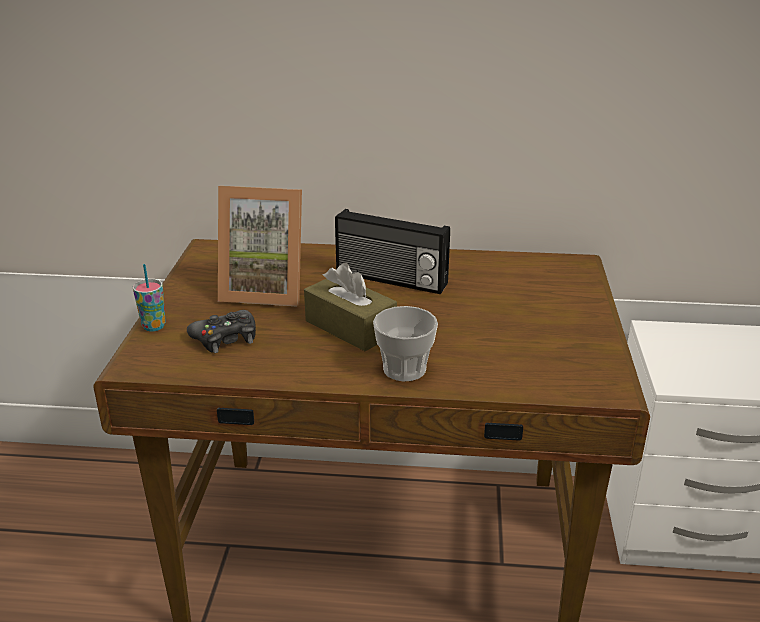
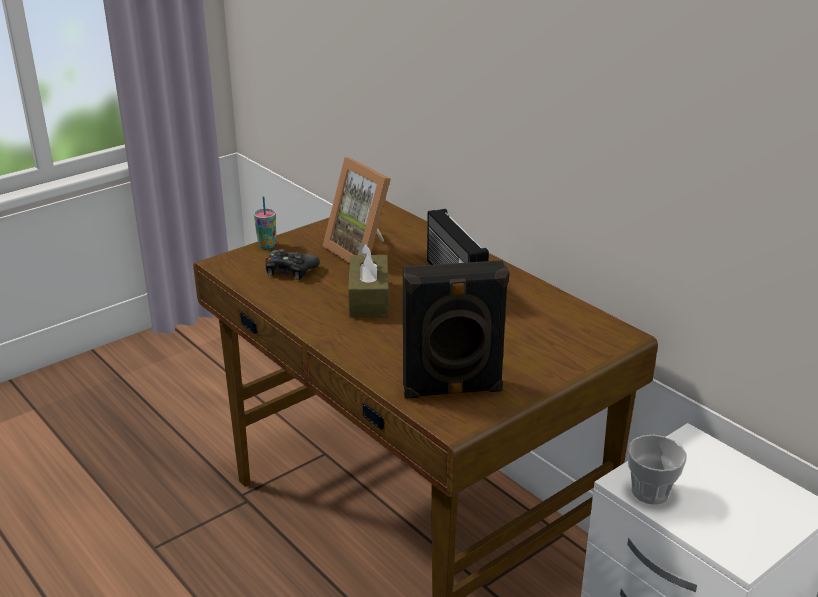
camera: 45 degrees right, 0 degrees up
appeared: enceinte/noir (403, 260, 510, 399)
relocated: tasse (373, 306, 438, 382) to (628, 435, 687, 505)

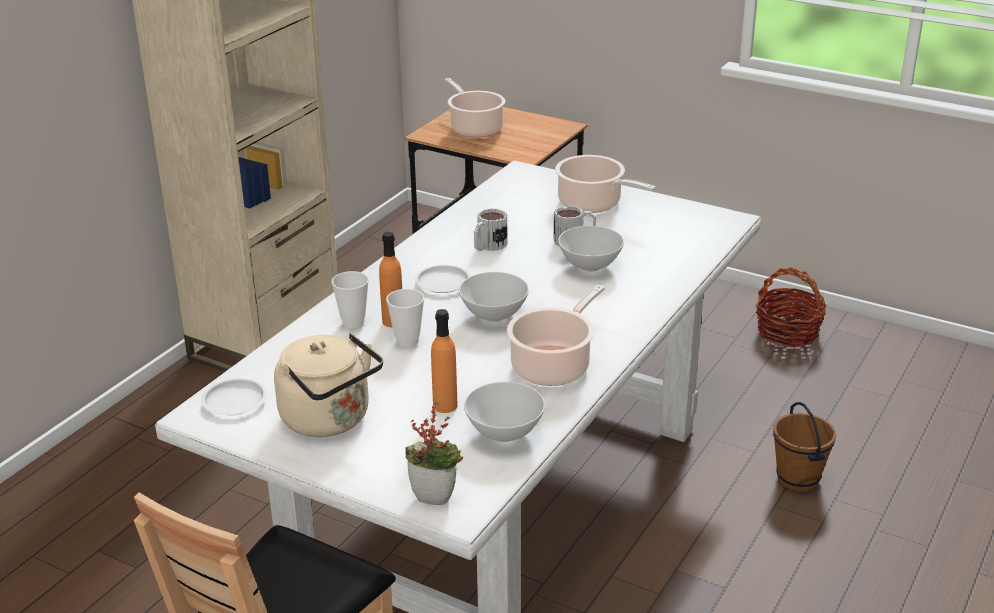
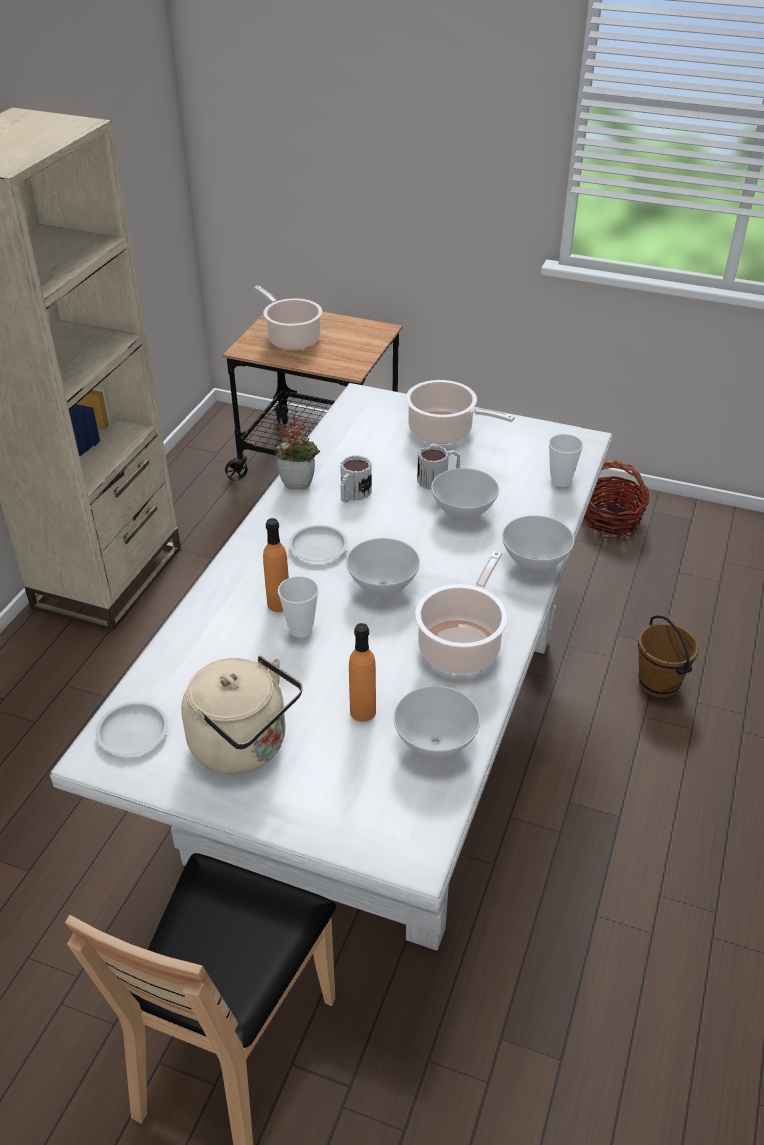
camera: 10 degrees left, 10 degrees up
appeared: bol/blanc (502, 515, 574, 570)
relocated: plante en pot (405, 402, 463, 505) to (275, 411, 320, 490); tasse (331, 271, 369, 328) to (549, 434, 583, 487)

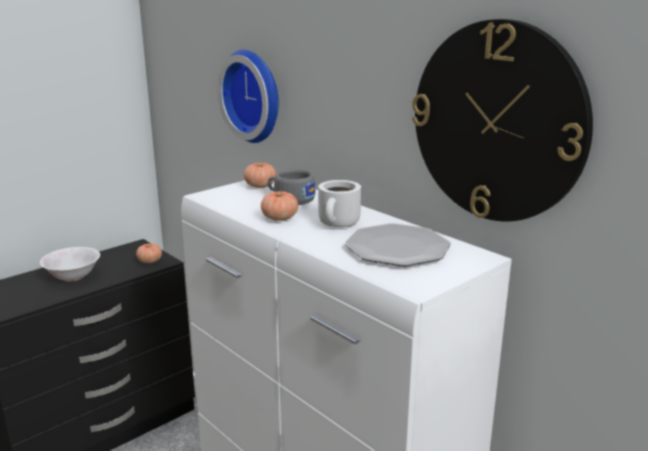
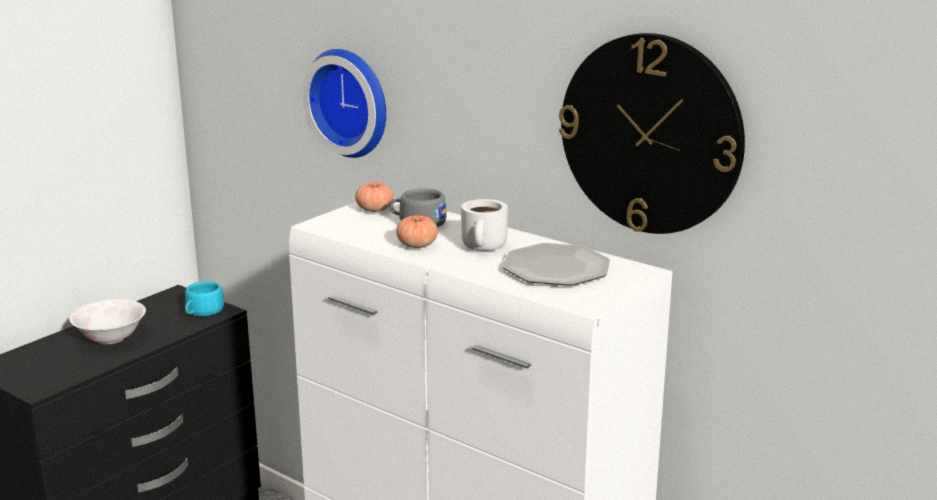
camera: 10 degrees left, 0 degrees up
exchanged: tomate (136, 243, 162, 263) to tasse/turquoise (185, 281, 224, 316)

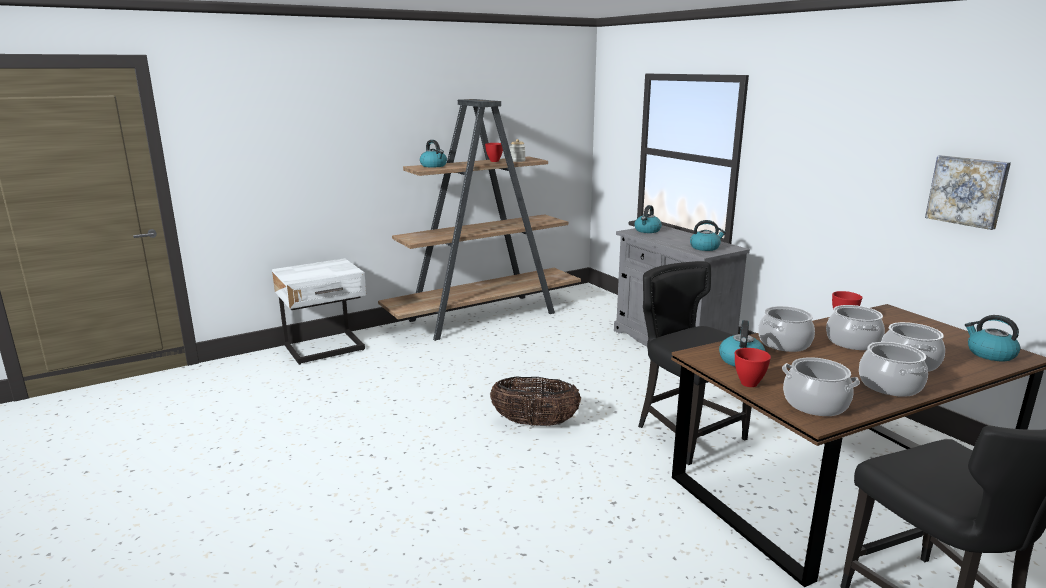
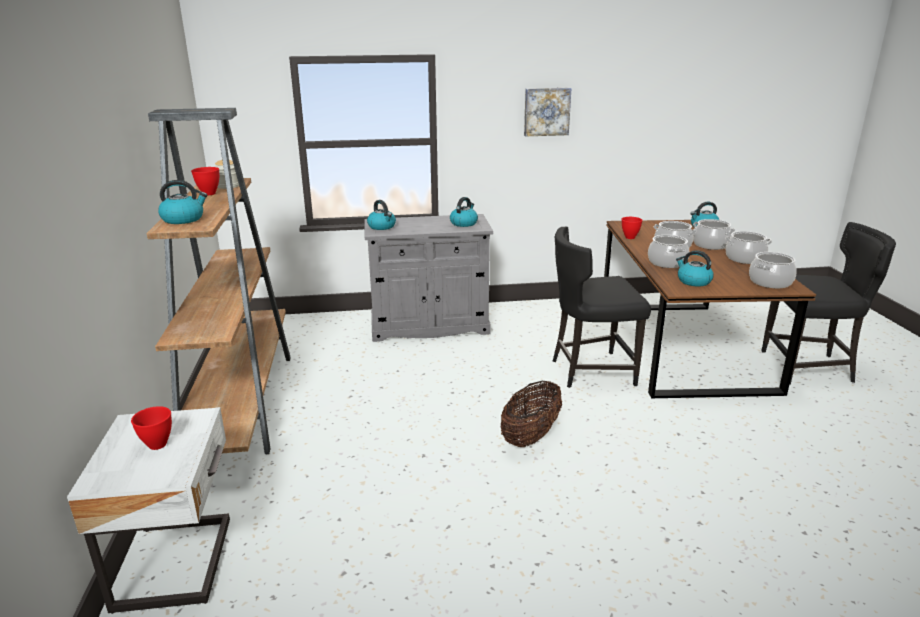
camera: 65 degrees left, 5 degrees up
relocated: bol/rouge (735, 348, 771, 387) to (131, 406, 172, 450); tableau (925, 155, 1011, 230) to (524, 88, 571, 136)

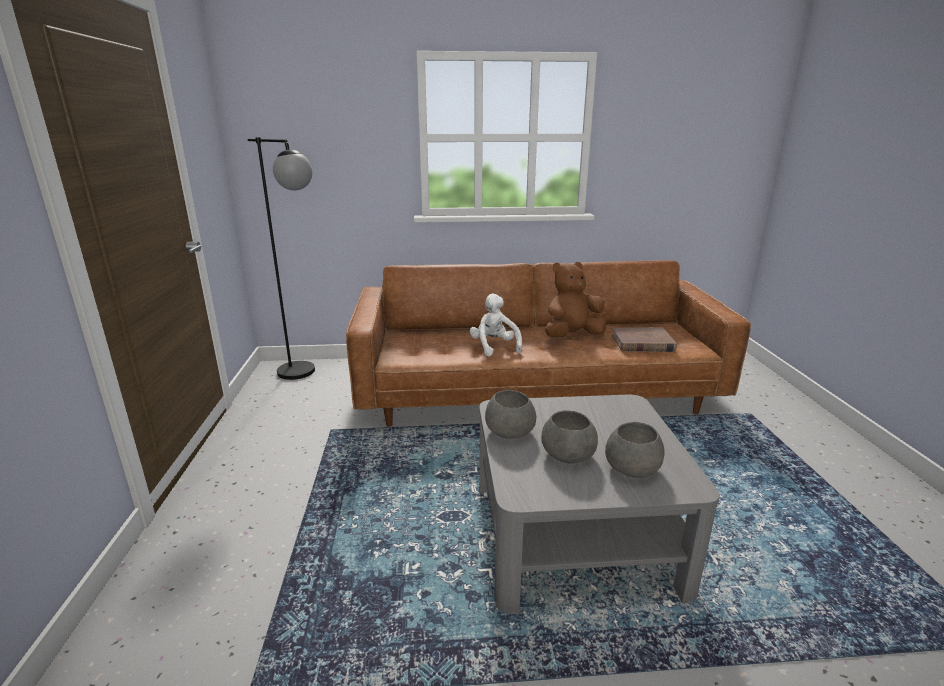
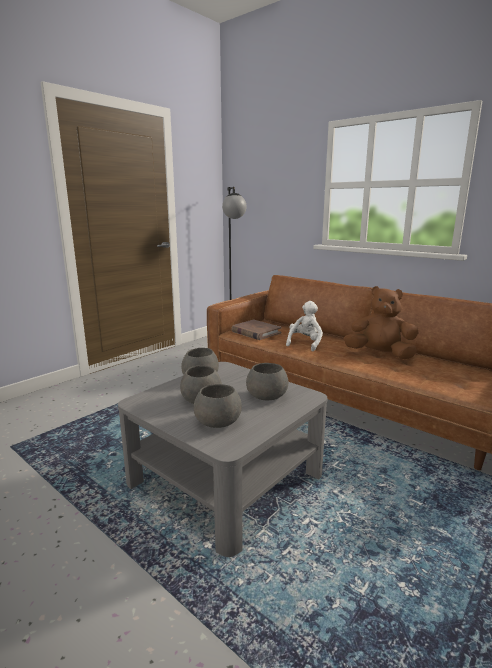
camera: 45 degrees right, 5 degrees down
appeared: bol/gris (246, 363, 288, 400)
relocated: livre/marron (612, 327, 677, 352) to (231, 320, 282, 340)

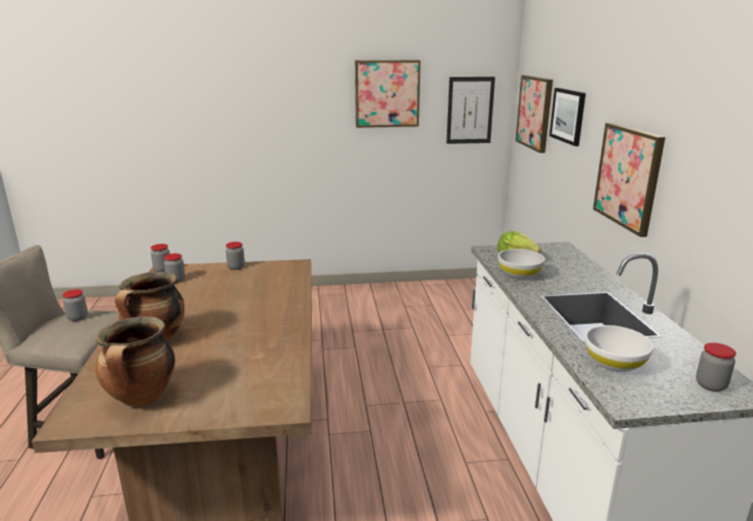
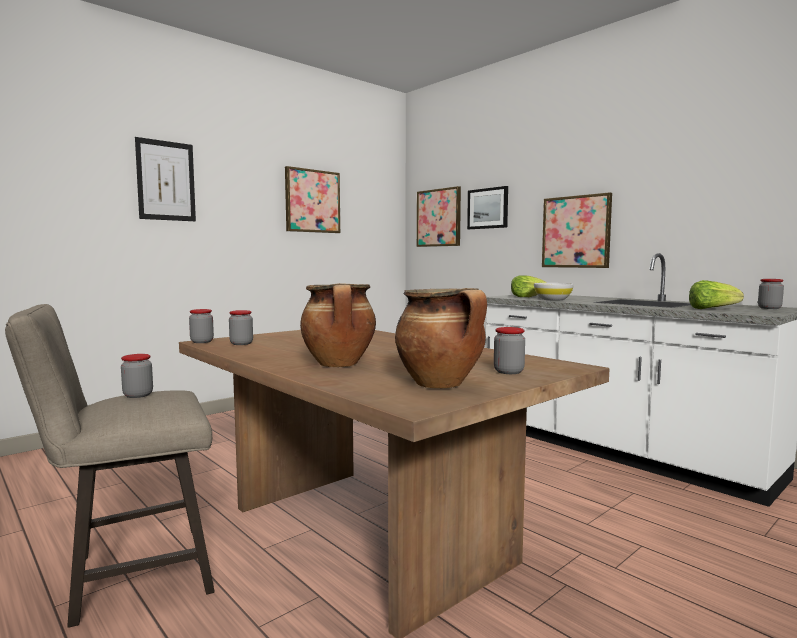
camera: 35 degrees left, 15 degrees down
relocated: tableau (446, 77, 495, 144) to (135, 137, 196, 221); bocal (226, 242, 245, 270) to (494, 327, 525, 374)
exchanged: bol/blanc (585, 325, 653, 372) to laitue (689, 280, 744, 309)

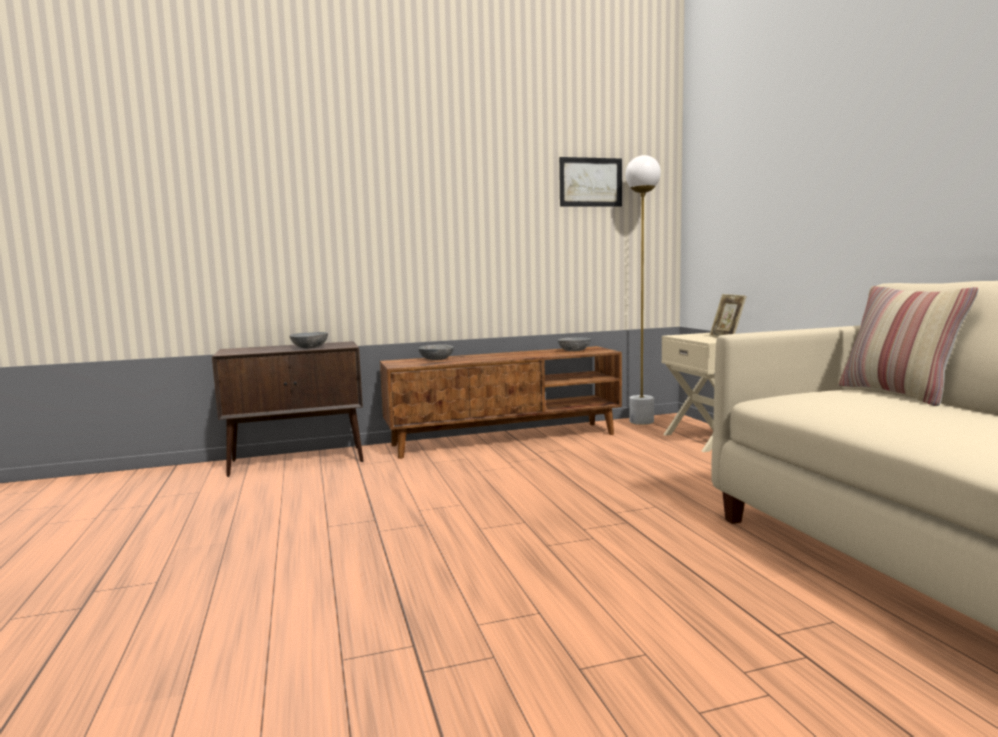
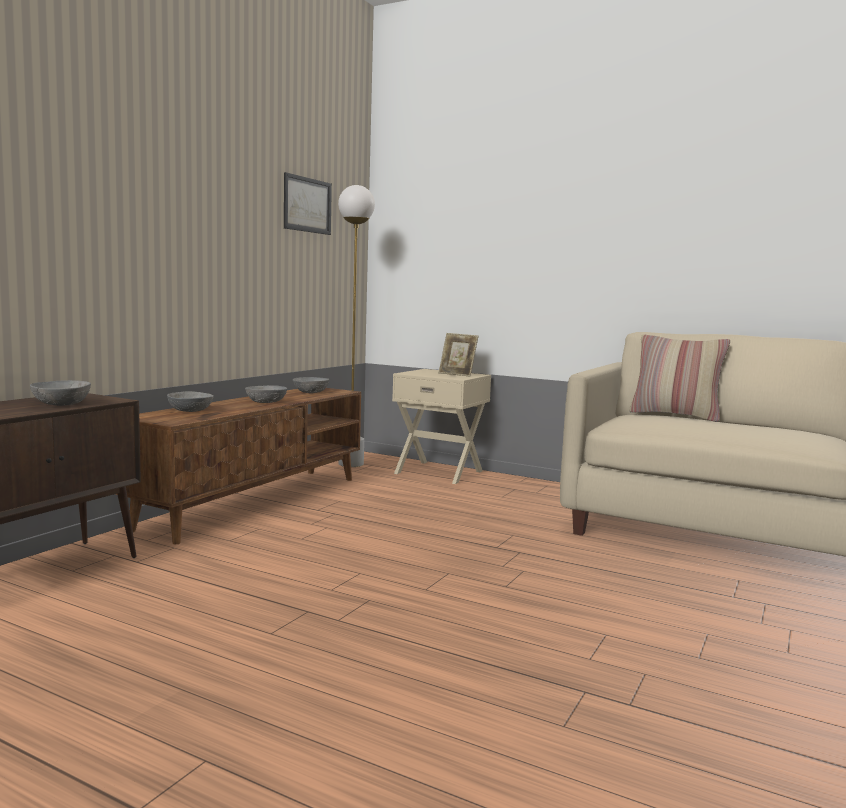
camera: 45 degrees left, 0 degrees up
appeared: bol/gris (245, 385, 287, 403)

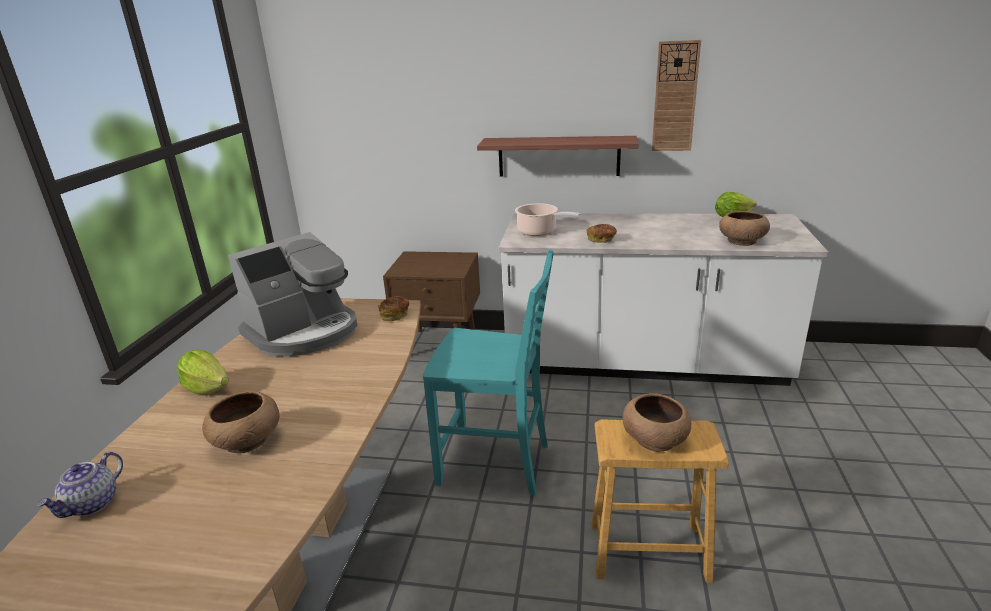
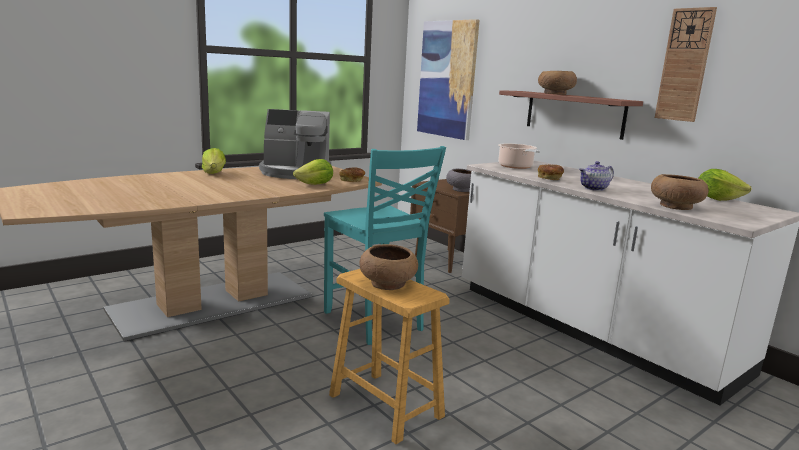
camera: 40 degrees right, 10 degrees down
appeared: laitue (293, 159, 333, 185); tableau (417, 19, 480, 140); bol/gris (446, 169, 471, 192)
relocated: bol/marron (202, 391, 279, 453) to (538, 71, 577, 95); théière (37, 452, 123, 518) to (579, 161, 614, 191)

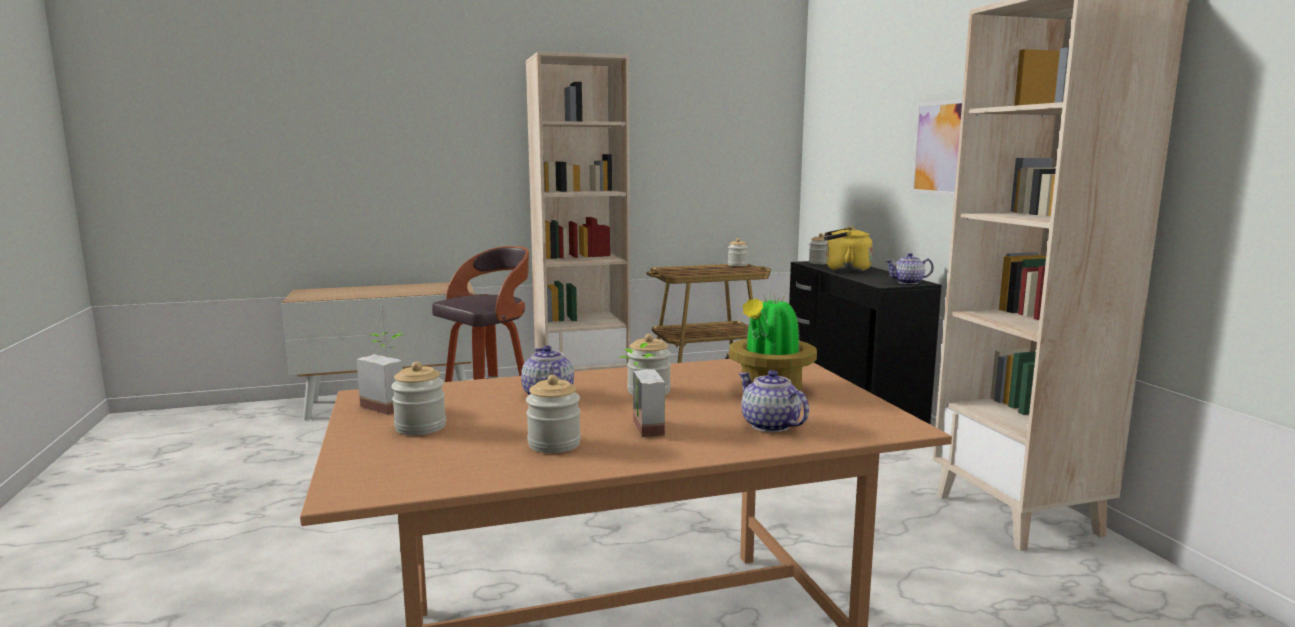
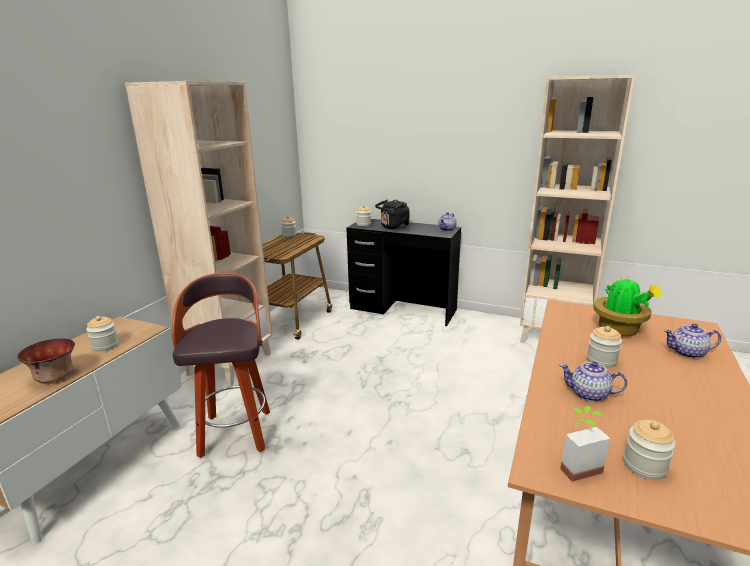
camera: 50 degrees left, 10 degrees up
missing: plante en pot (618, 343, 665, 437); tableau (911, 99, 962, 196)
appeared: bol (17, 338, 75, 383)
relocated: bocal (526, 375, 581, 453) to (86, 316, 119, 352)
colour: bouilloire/jaune (824, 227, 873, 272) to bouilloire/noir (375, 199, 409, 229)

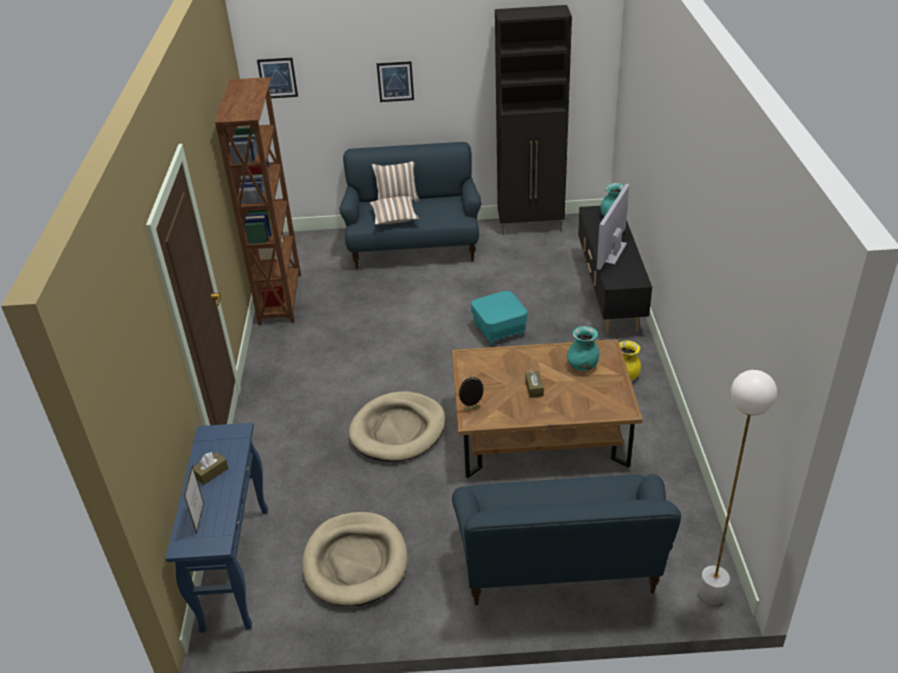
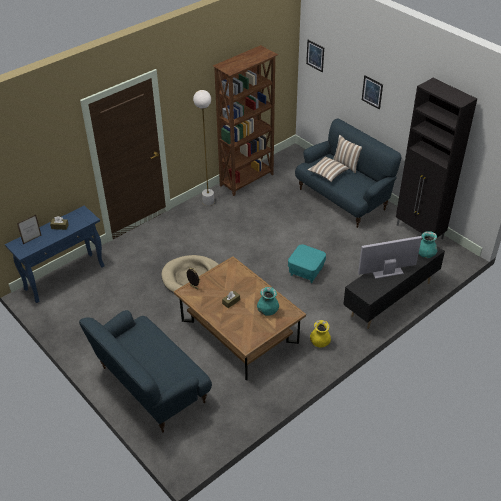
camera: 50 degrees right, 5 degrees up
missing: panier pour chien/beige (302, 512, 408, 606)
relocated: lampadaire/blanc (699, 370, 778, 605) to (193, 90, 214, 206)

